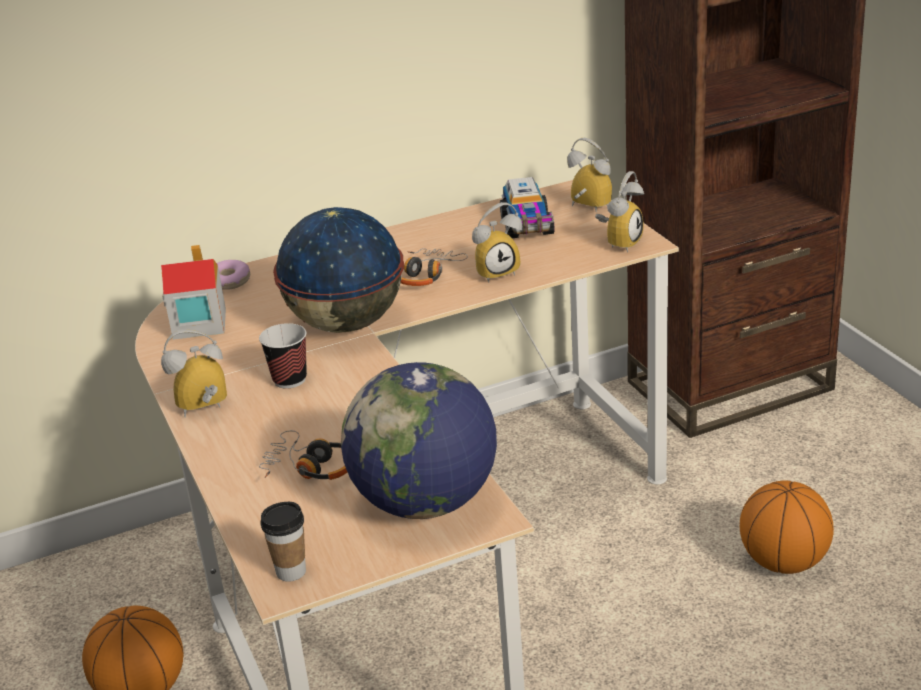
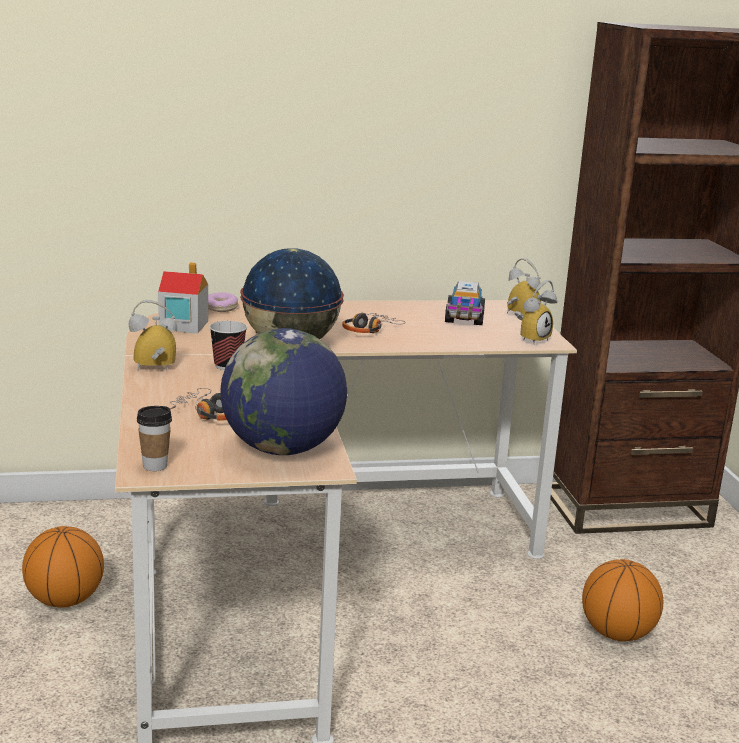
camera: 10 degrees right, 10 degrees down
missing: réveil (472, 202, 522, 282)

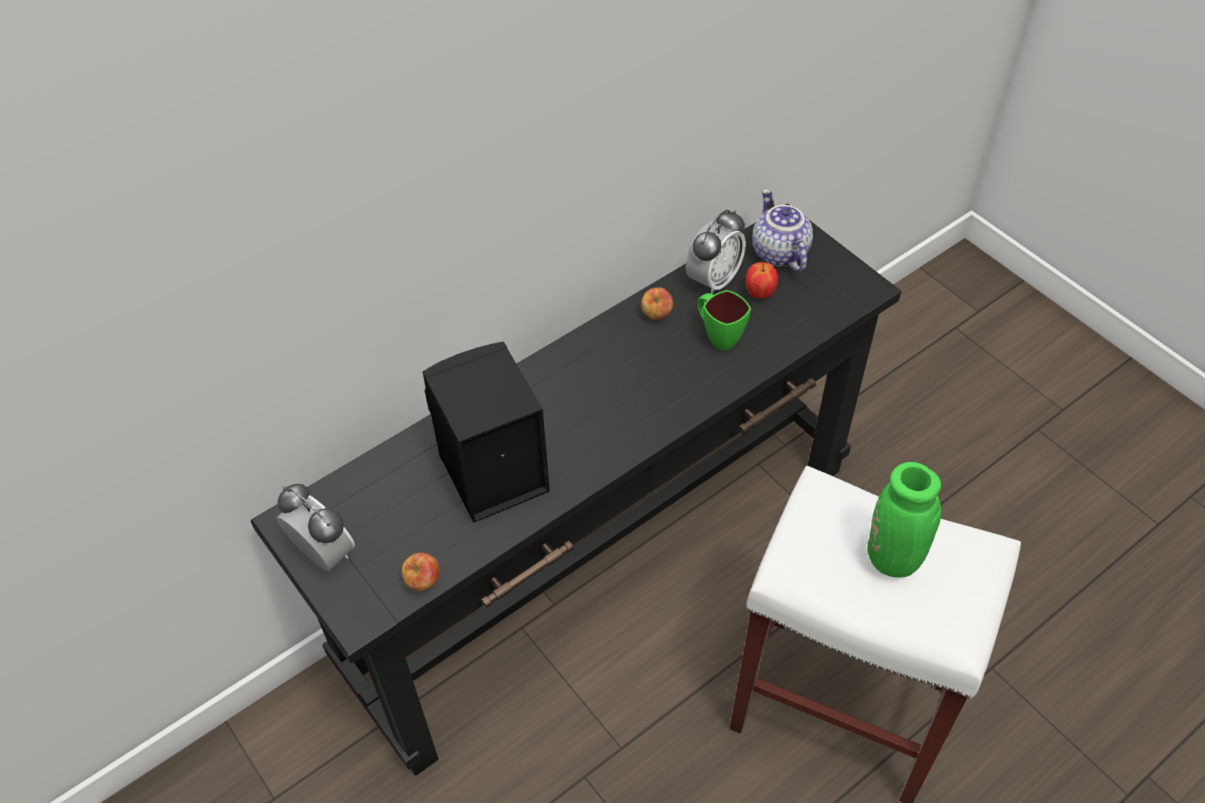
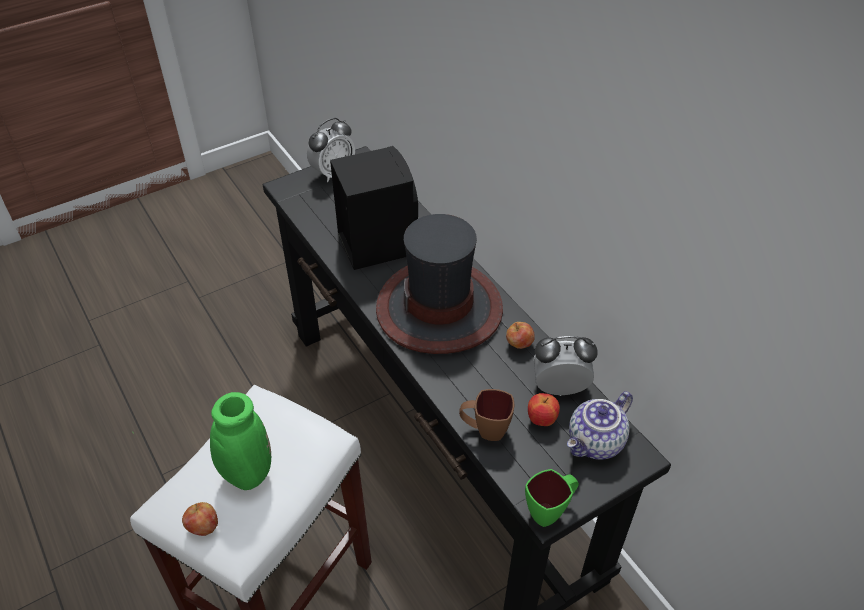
camera: 95 degrees right, 5 degrees down
appeared: chapeau (376, 214, 503, 354); mug/marron (459, 389, 514, 441)
relocated: pomme (402, 553, 440, 591) to (182, 502, 218, 536); mug/vert (697, 290, 751, 351) to (525, 469, 579, 527)
spun: réveil (686, 210, 746, 294) = (534, 336, 598, 396) 135 degrees clockwise; théière (752, 189, 813, 272) = (567, 391, 633, 460) 150 degrees clockwise

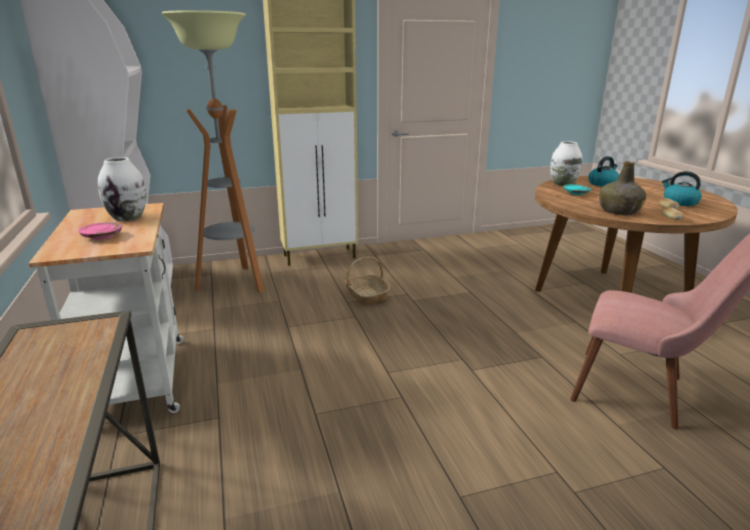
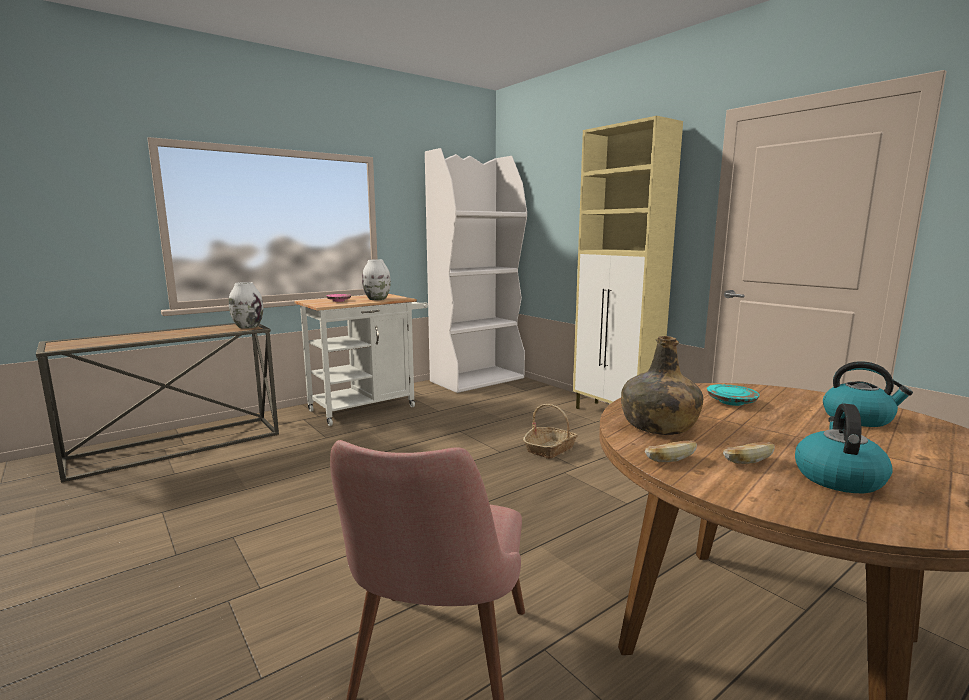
camera: 70 degrees right, 10 degrees down
missing: lampadaire (161, 10, 264, 293)
relocated: vase/blanc (550, 141, 582, 186) to (229, 282, 263, 329)

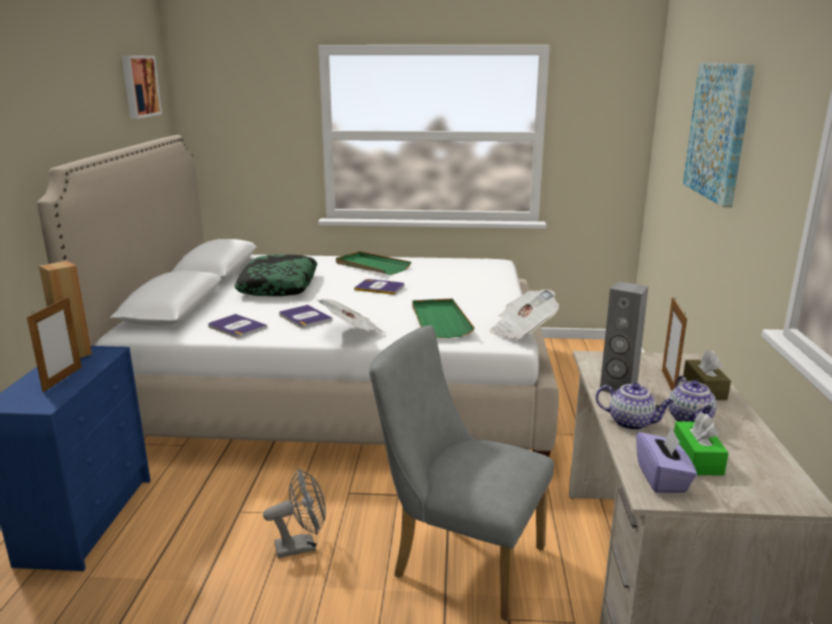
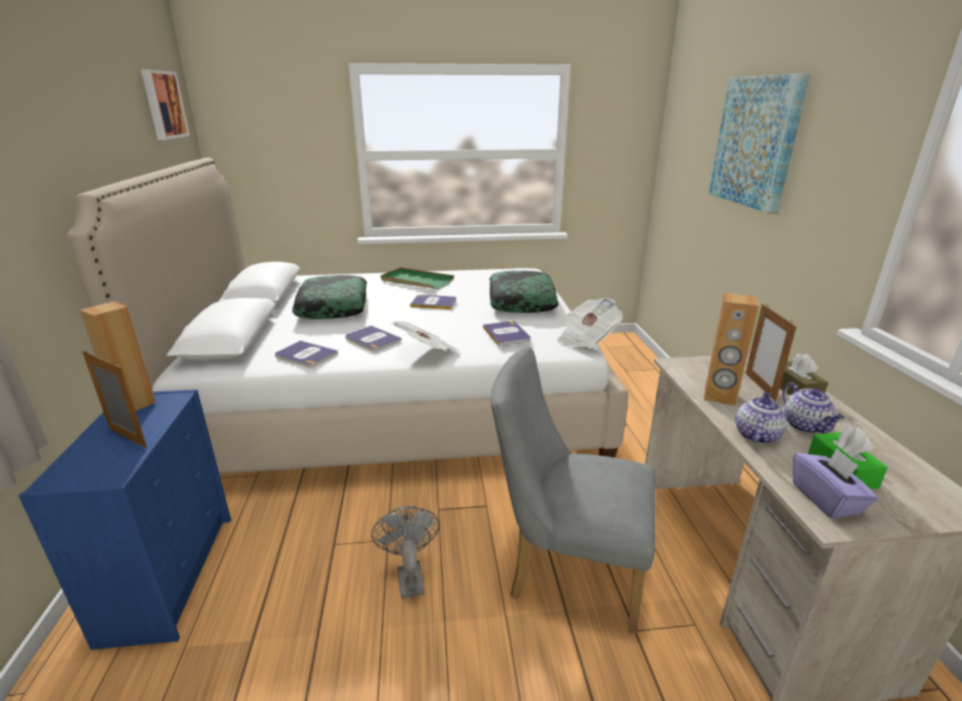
camera: 10 degrees left, 5 degrees up
appeared: coussin (490, 271, 559, 313)
exchanged: plateau/vert (412, 299, 475, 338) to livre (483, 321, 531, 346)
colour: enceinte/gris (600, 281, 649, 393) to enceinte/marron (704, 293, 759, 406)
spun: cadre photo (27, 297, 82, 392) = (82, 351, 147, 448) 60 degrees counterclockwise; ventilateur/gris (263, 469, 326, 558) = (371, 506, 440, 599) 75 degrees counterclockwise; théière (596, 383, 674, 430) = (735, 392, 787, 444) 75 degrees counterclockwise

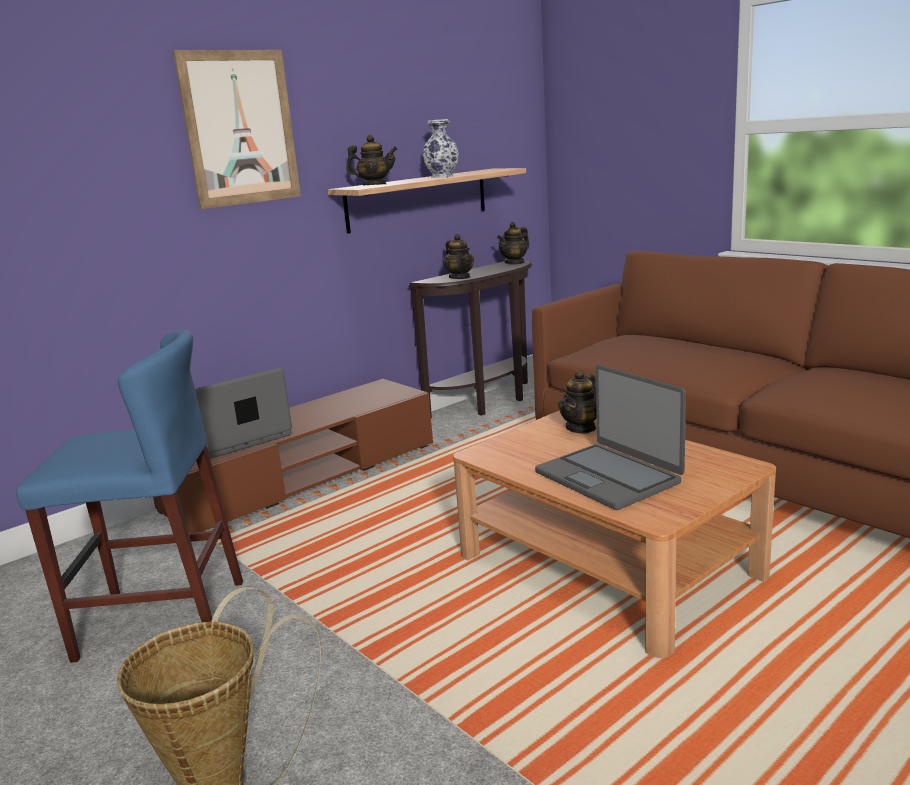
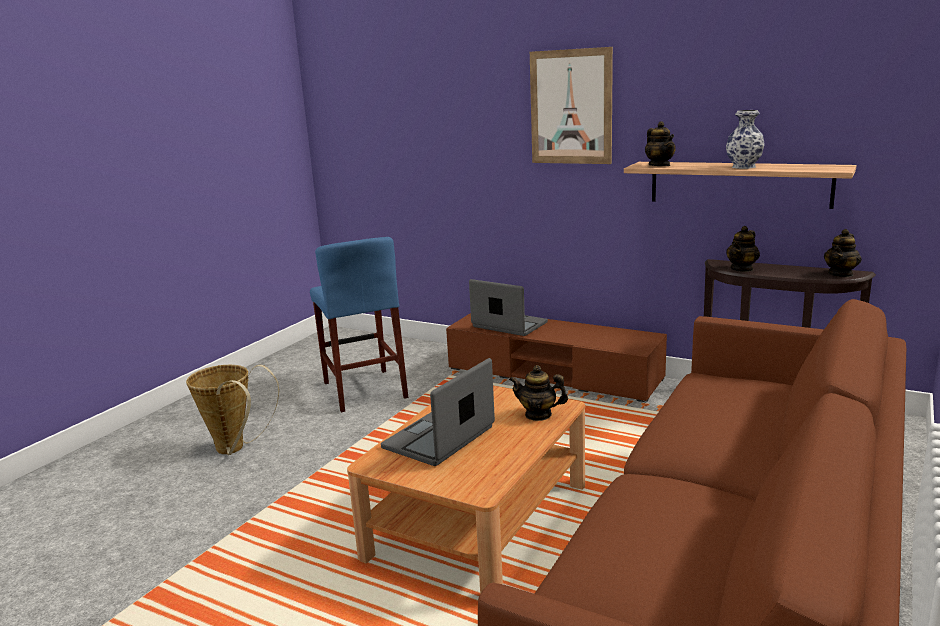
camera: 70 degrees right, 0 degrees up
spun: théière (497, 222, 529, 265) = (824, 229, 861, 278) 75 degrees counterclockwise

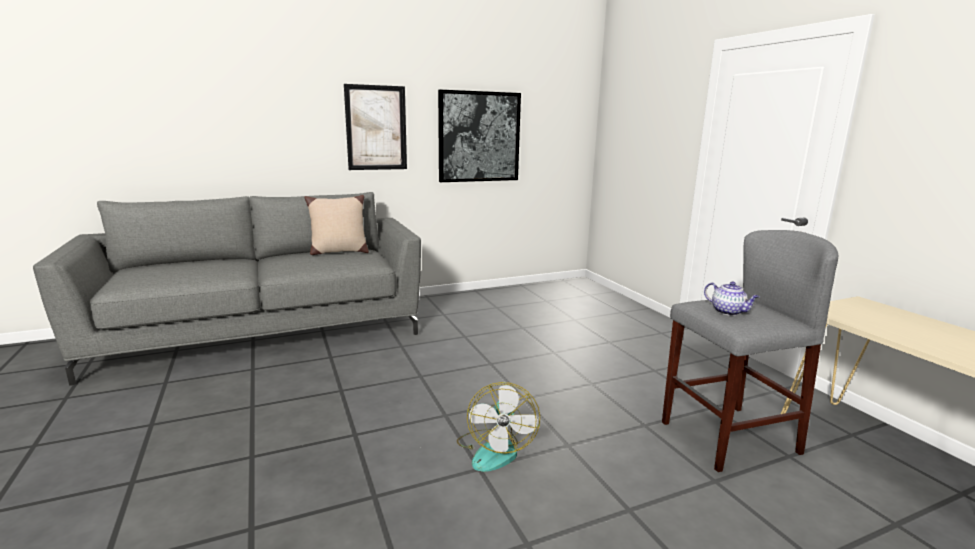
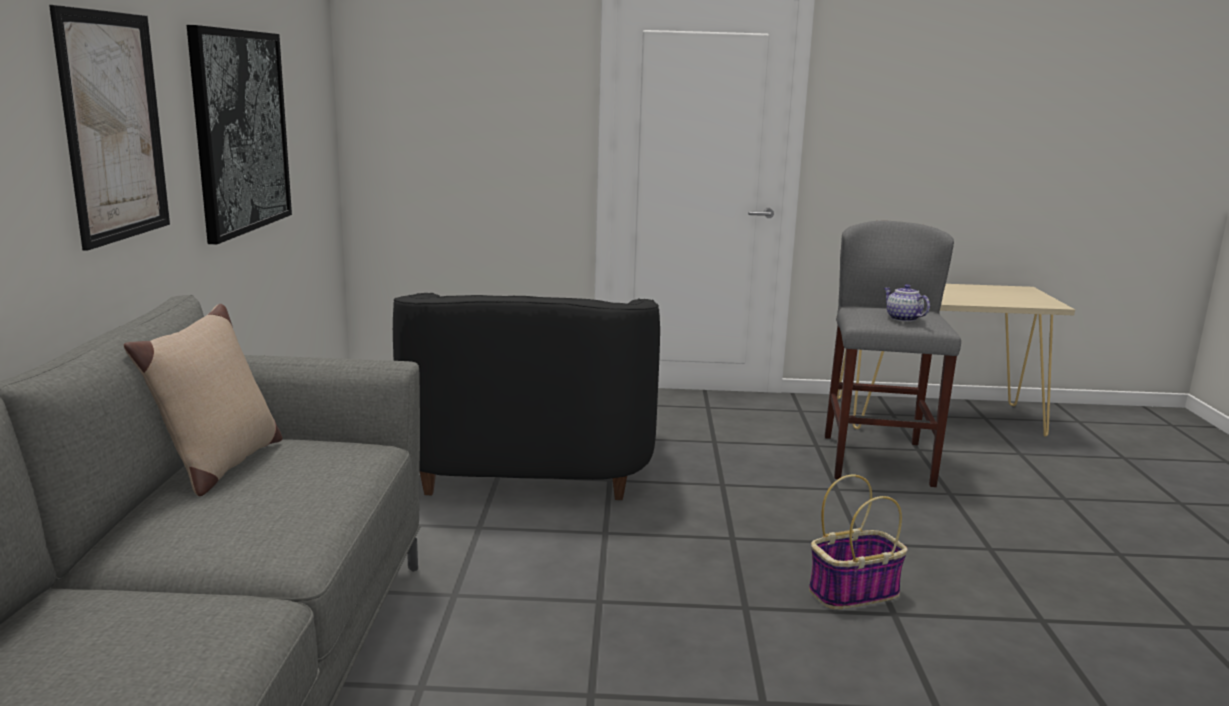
camera: 65 degrees left, 0 degrees up
appeared: fauteuil/noir (393, 293, 660, 500)
exchanged: ventilateur (457, 382, 540, 472) to panier (809, 475, 908, 609)
spun: théière (704, 282, 760, 316) = (884, 284, 930, 322) 105 degrees counterclockwise

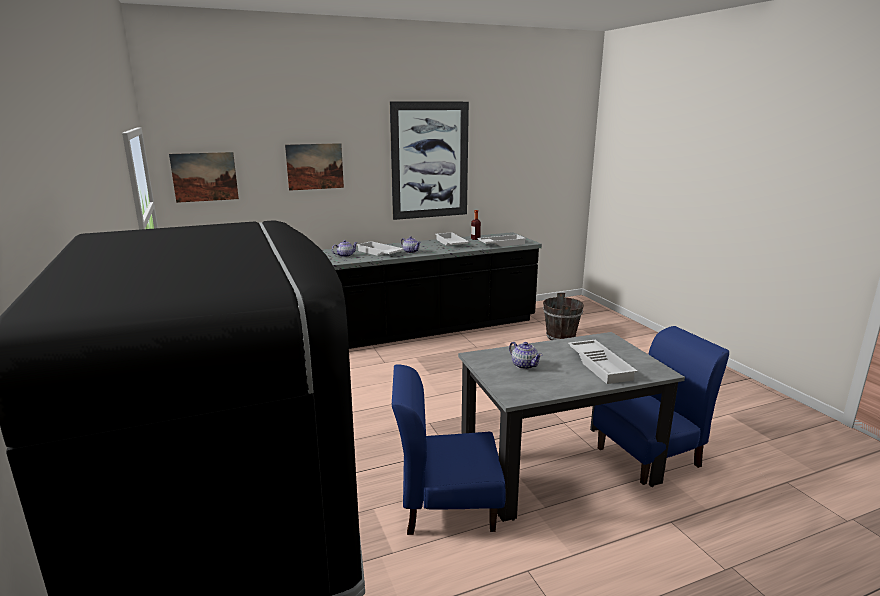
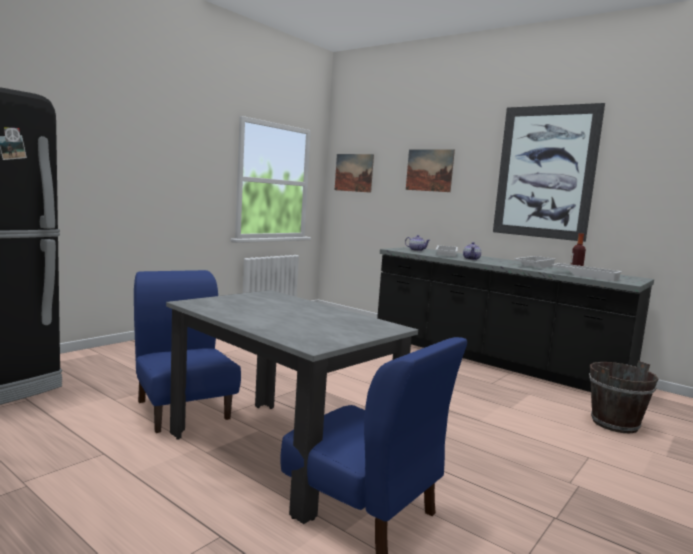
camera: 60 degrees right, 10 degrees down
missing: théière (509, 342, 542, 370); plateau/blanc (568, 340, 638, 384)

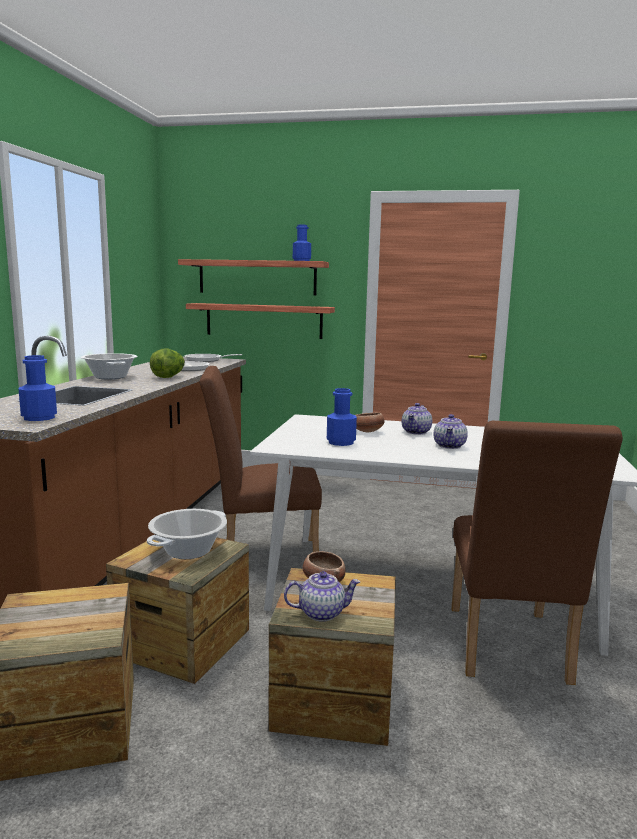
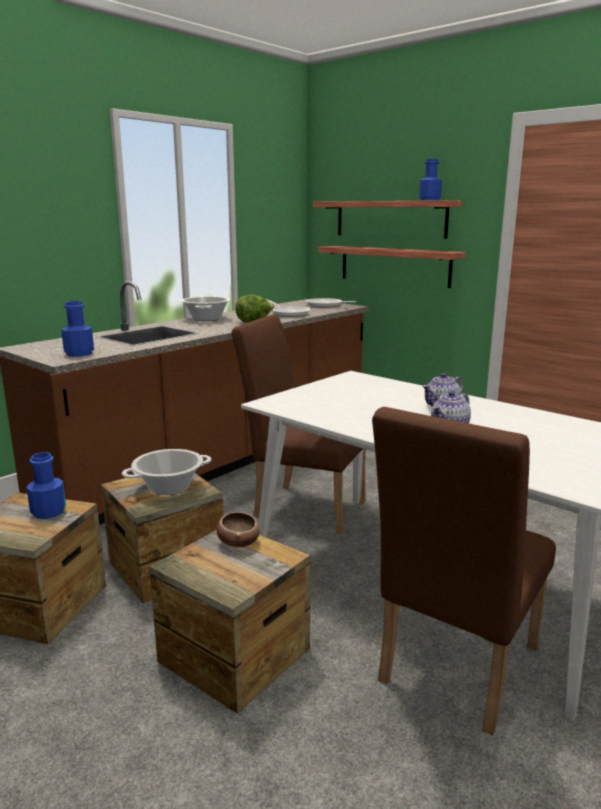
camera: 30 degrees right, 5 degrees up
missing: théière (284, 571, 360, 622); bol (355, 413, 385, 432)
relocated: bouteille/bleu (327, 388, 357, 446) to (27, 452, 66, 519)

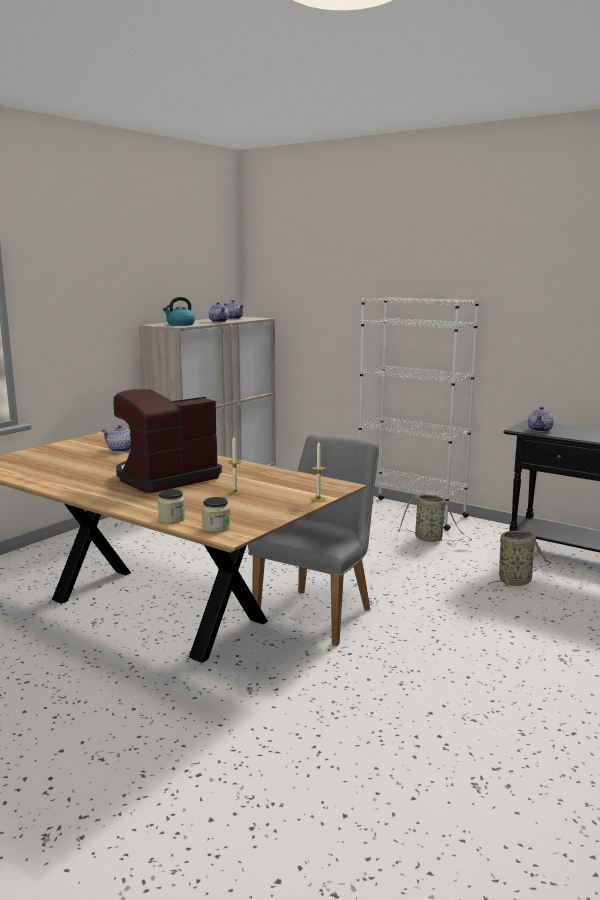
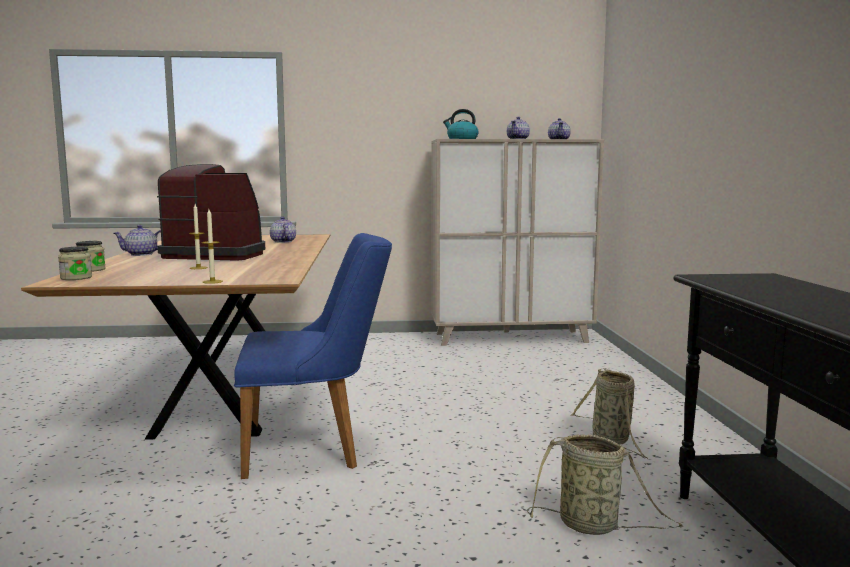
camera: 50 degrees right, 5 degrees down
missing: bibliothèque/blanc (359, 296, 479, 531)
relocated: théière (528, 406, 554, 432) to (113, 225, 161, 256)
colour: chaise/gris (248, 434, 379, 646) to chaise/bleu (234, 233, 392, 479)

